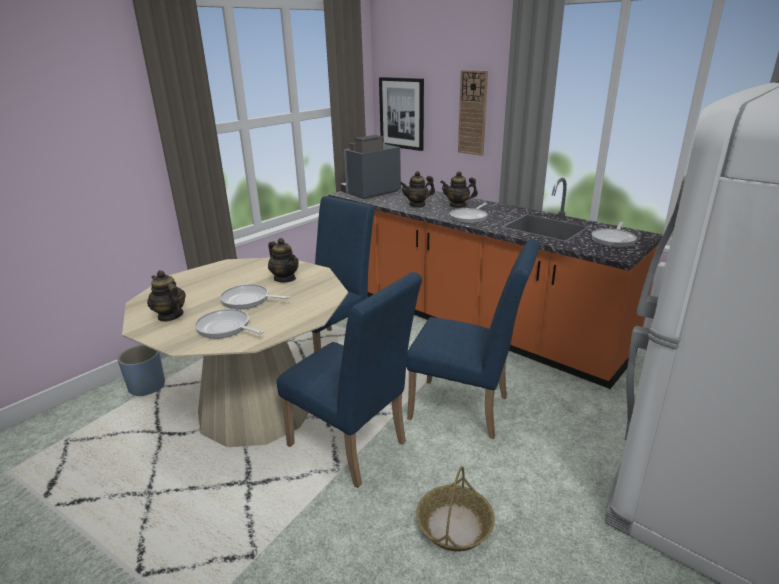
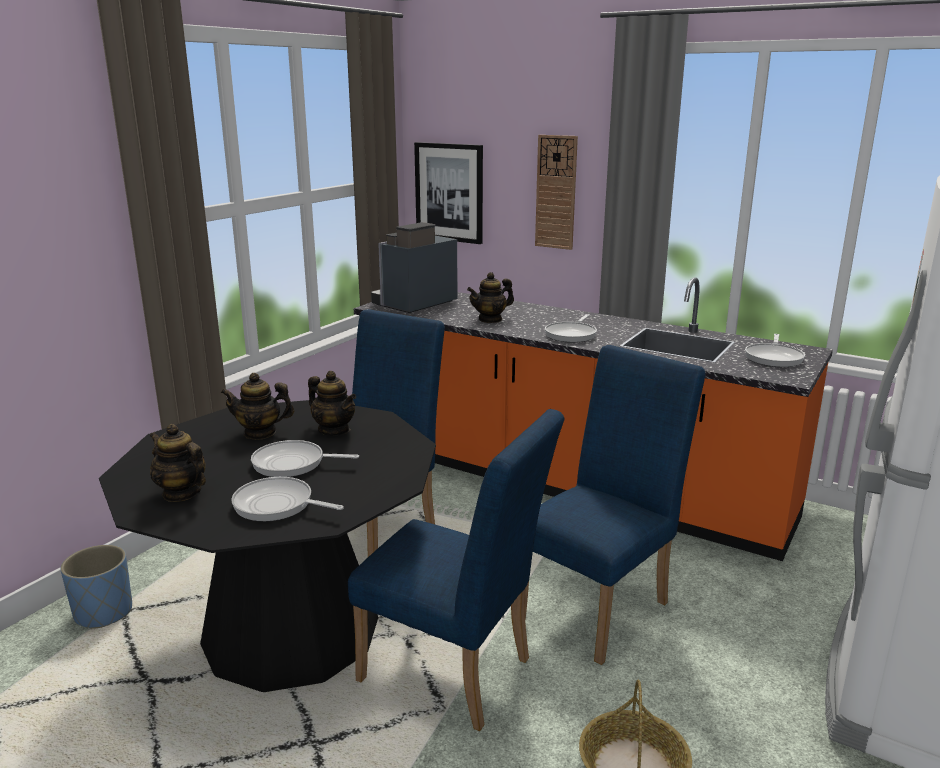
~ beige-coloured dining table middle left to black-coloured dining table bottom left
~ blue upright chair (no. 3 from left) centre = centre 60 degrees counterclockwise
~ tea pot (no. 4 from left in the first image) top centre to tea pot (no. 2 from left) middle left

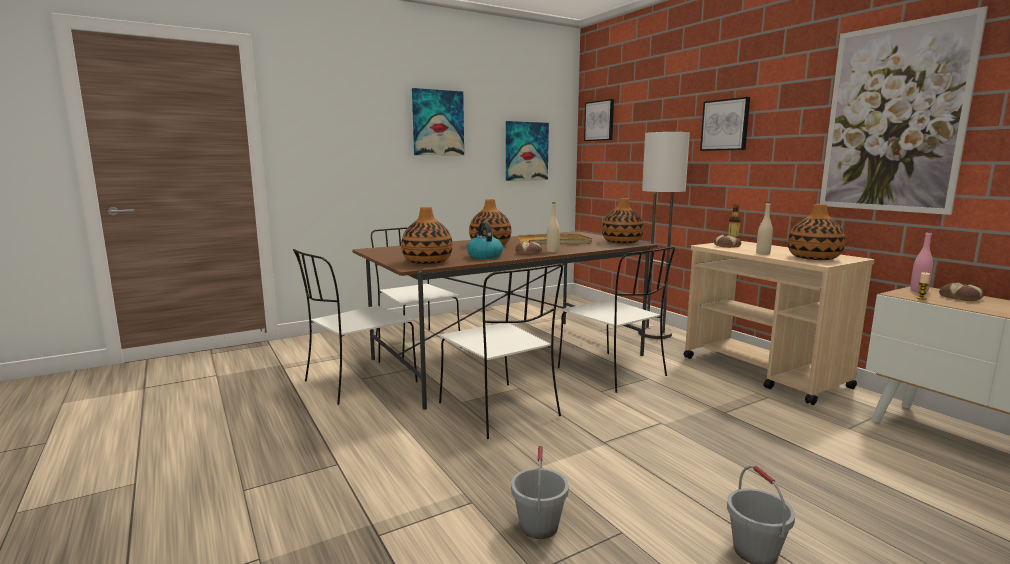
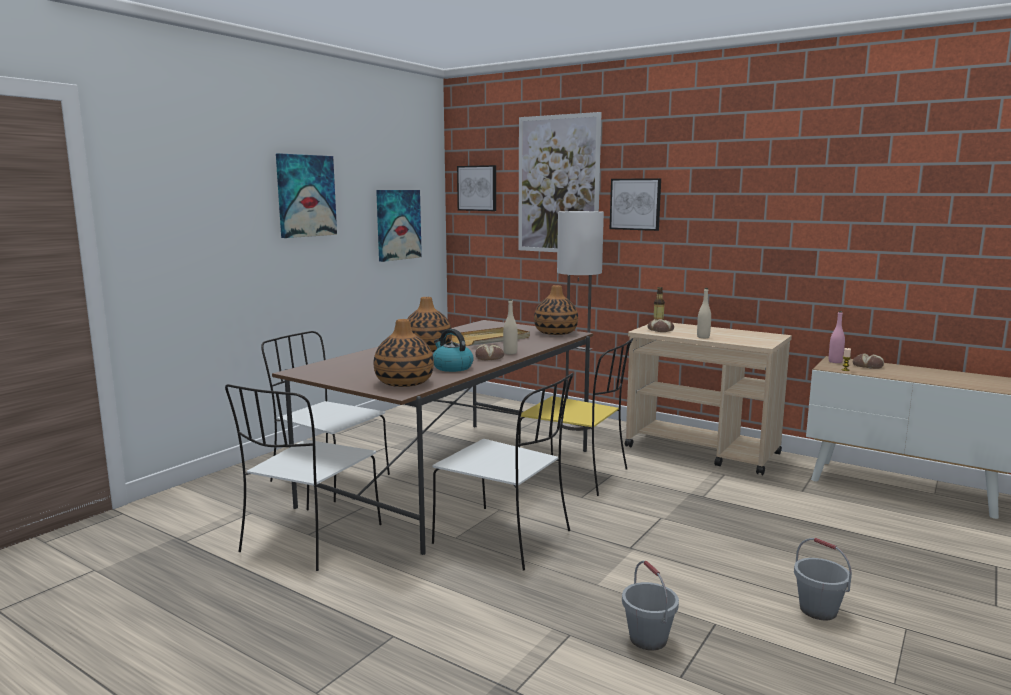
~ white-coloured upright chair (no. 4 from left) centre to yellow upright chair centre
- flower vase (no. 4 from left) middle right
~ wall picture (no. 5 from left in the first image) top right to wall picture (no. 4 from left) top centre

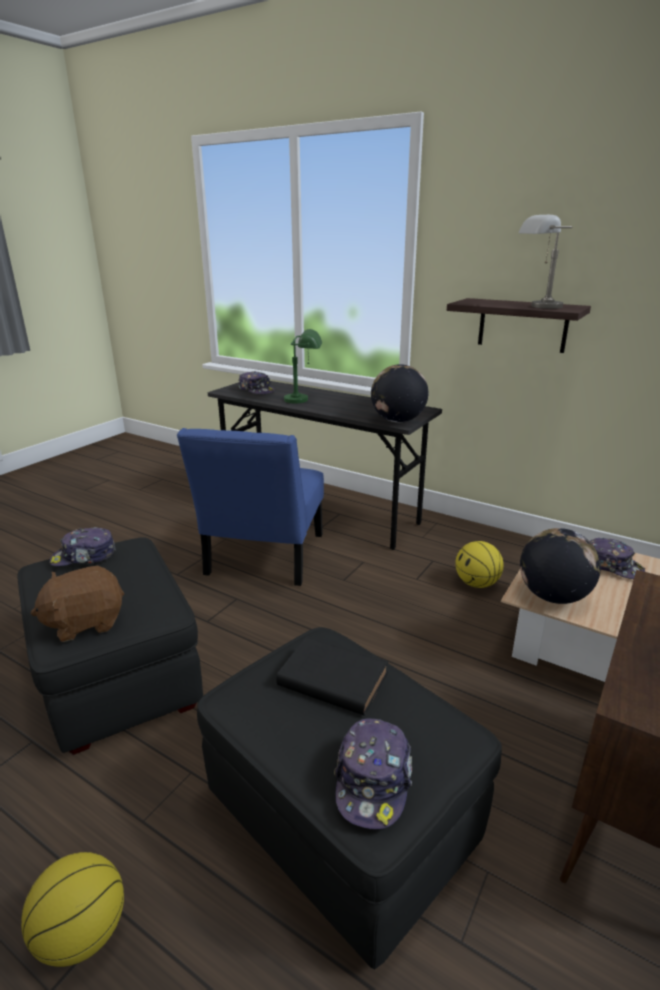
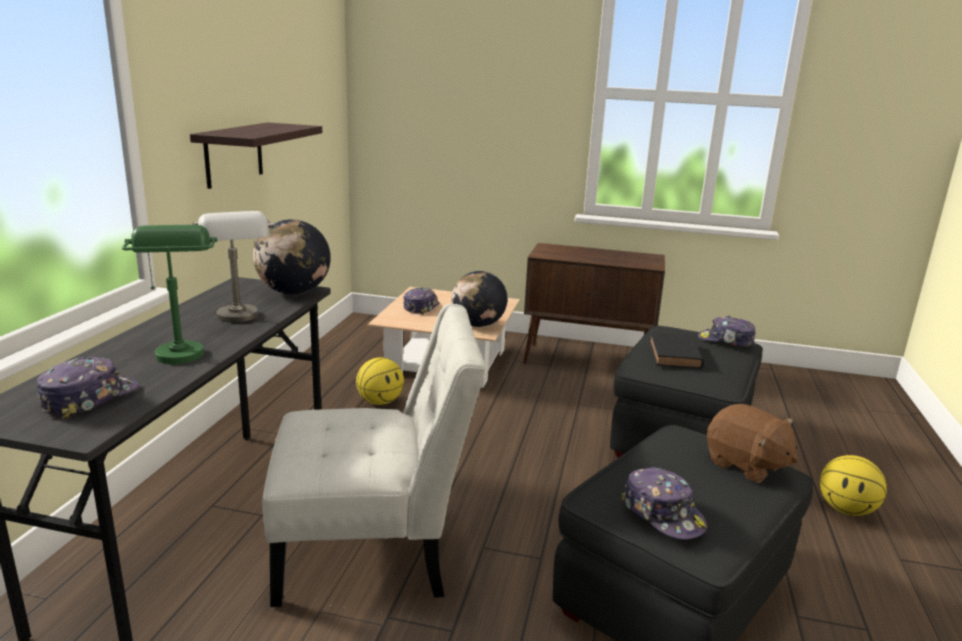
~ blue upright chair centre to white-coloured upright chair bottom centre
~ baseball cap (no. 3 from left in the first image) bottom centre = middle right 150 degrees counterclockwise
~ greyish table lamp top right to middle left

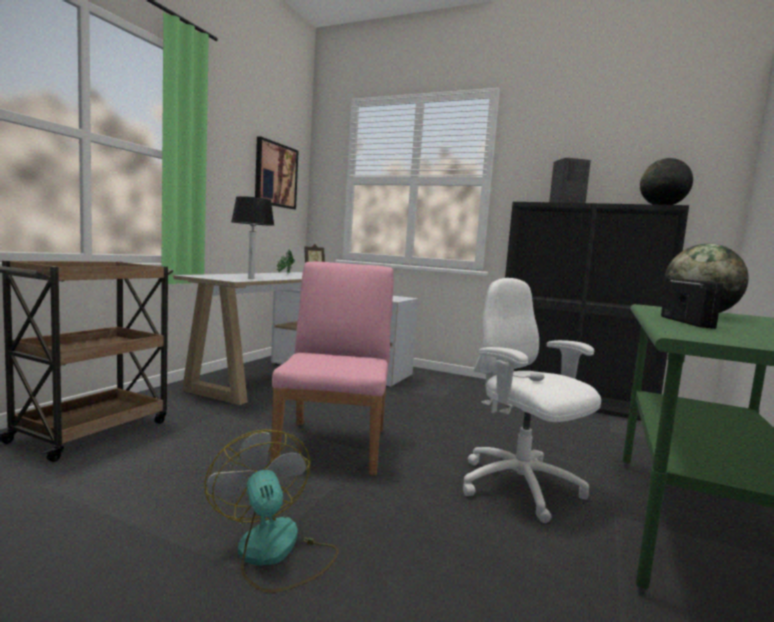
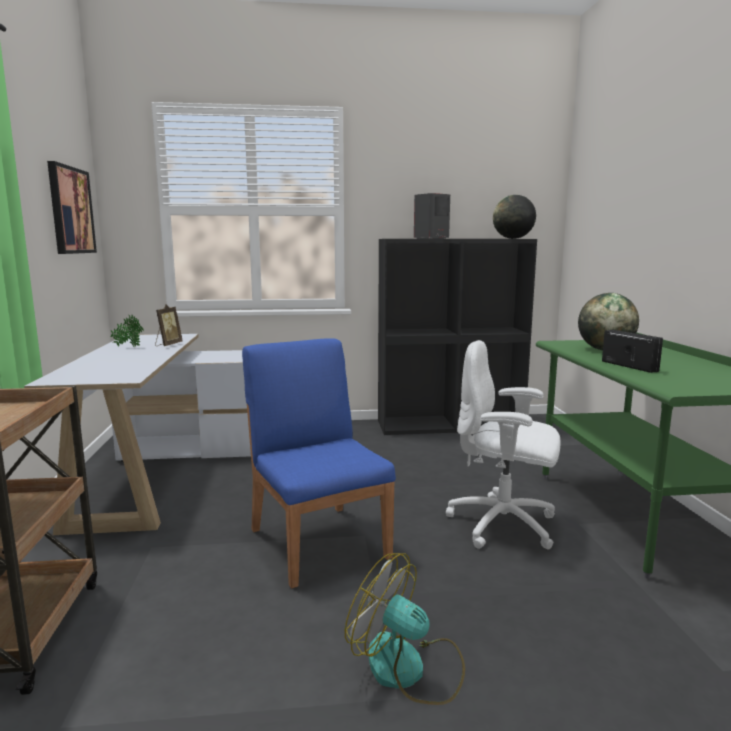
- table lamp middle left
~ pink-coloured upright chair centre to blue upright chair centre

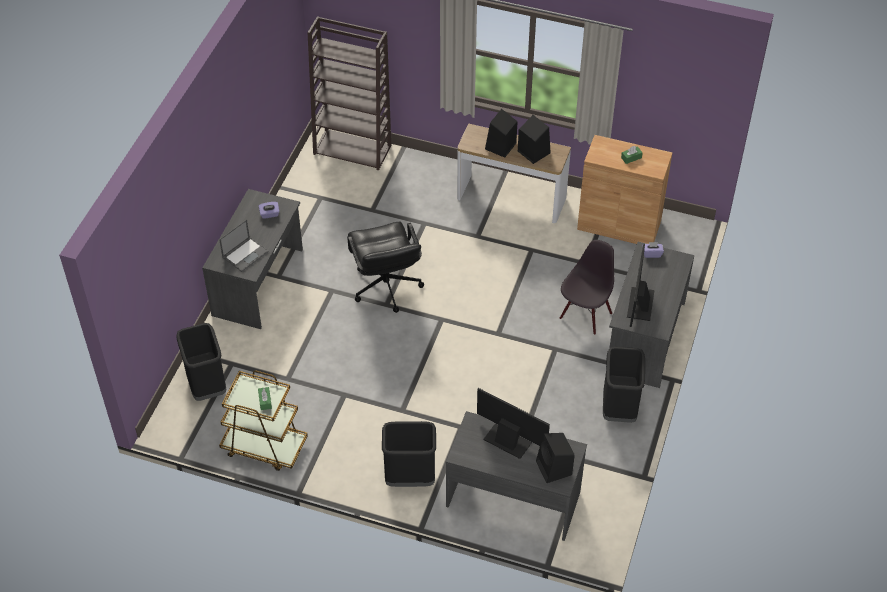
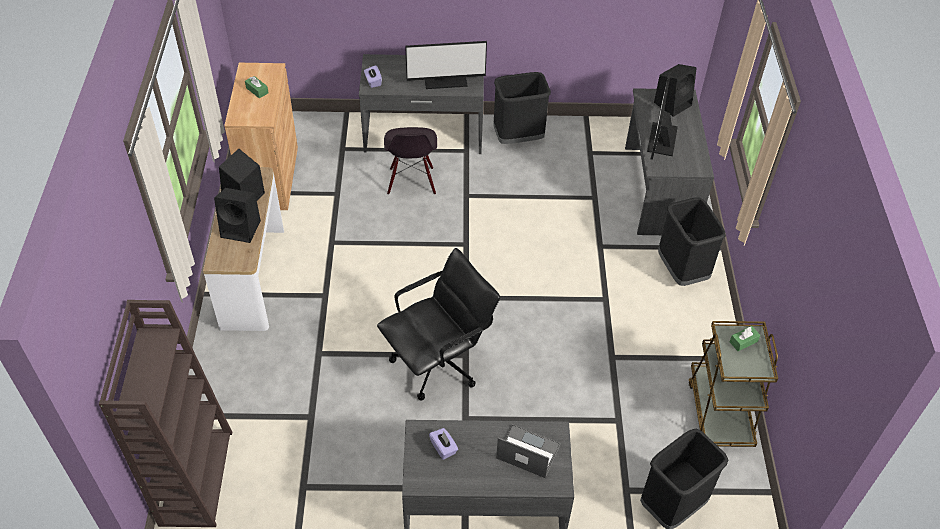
~ black-coloured upright chair centre = top centre 105 degrees counterclockwise

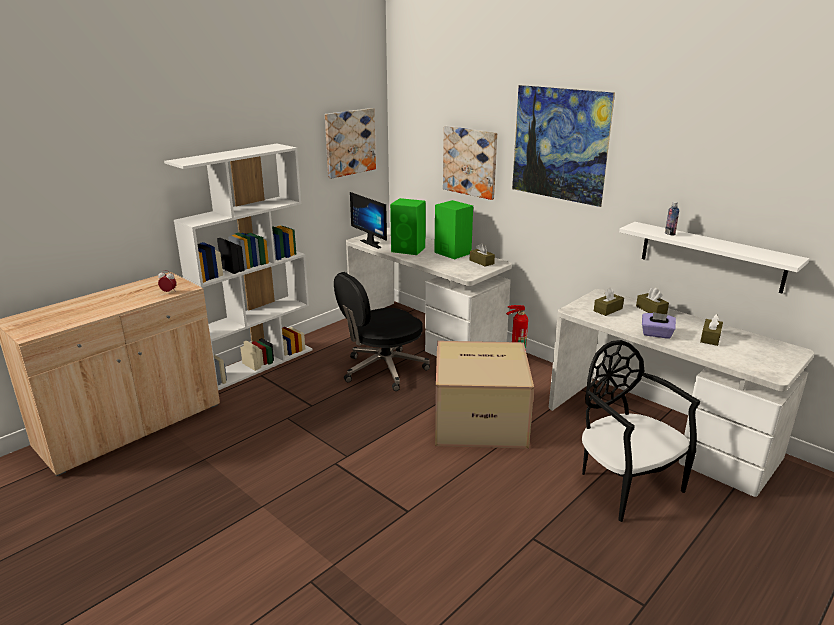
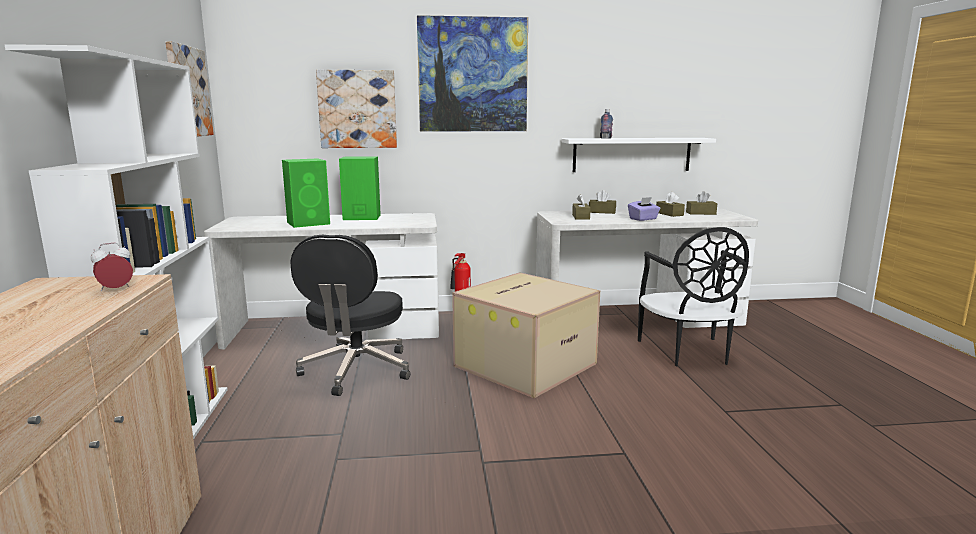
- monitor centre
~ brown-coloured box of tissues (no. 1 from left in the first image) centre to brown-coloured box of tissues (no. 4 from left) middle right
~ black-coloured upright chair bottom right = middle right 105 degrees counterclockwise

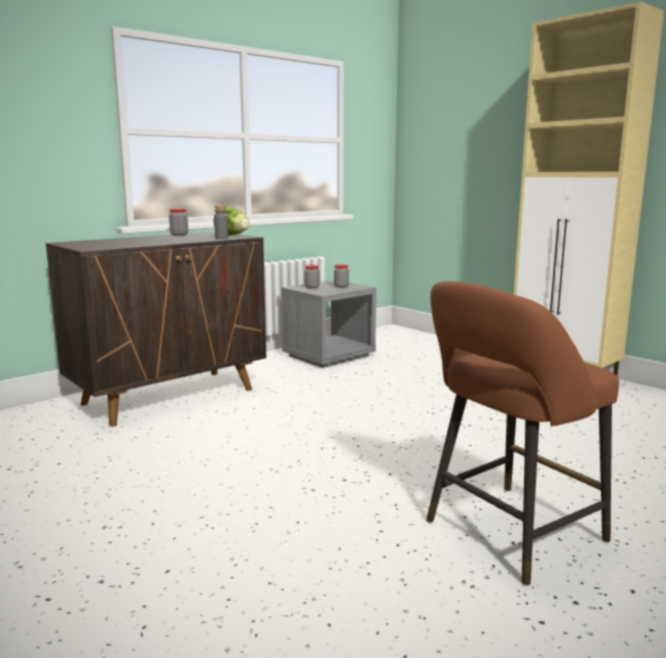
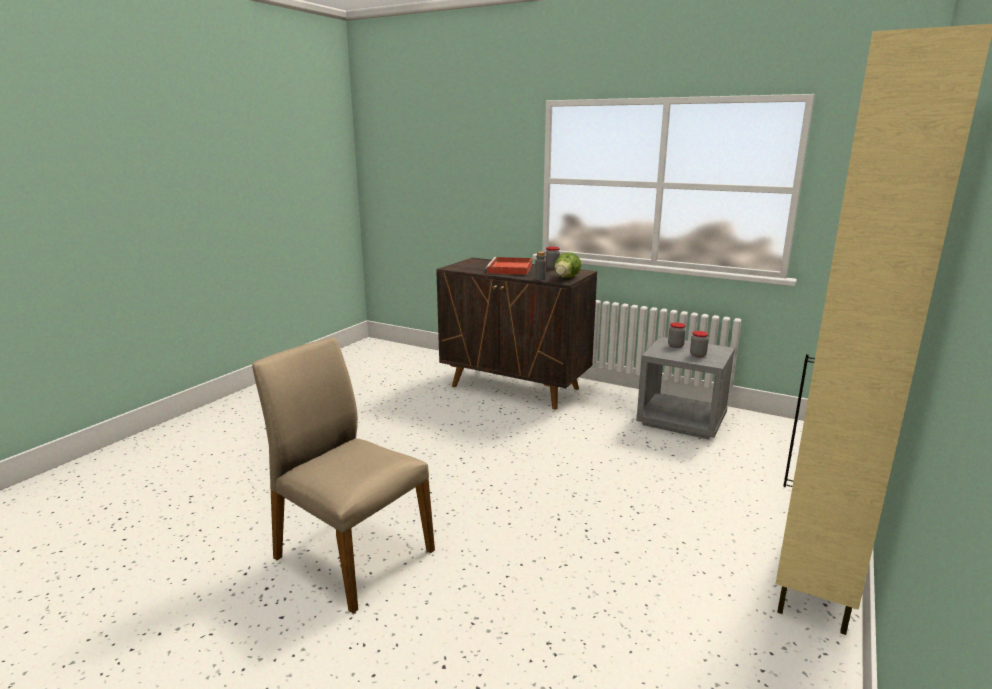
~ brown-coloured stool middle right to beige-coloured upright chair bottom centre
+ red carrying tray centre

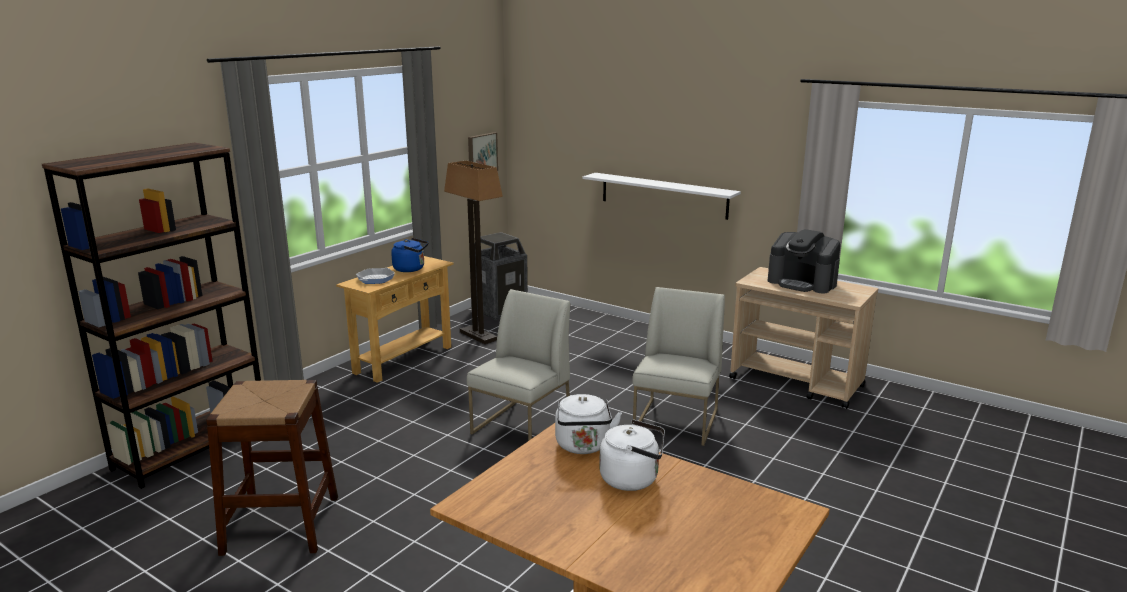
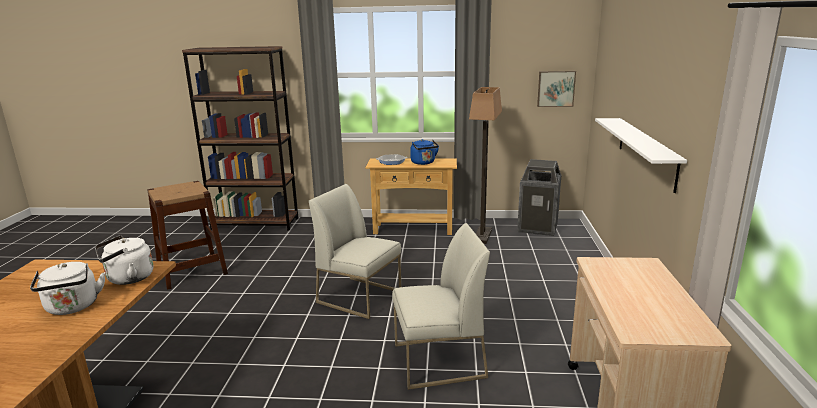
~ white-coloured upright chair (no. 1 from left) centre = centre 150 degrees counterclockwise
- coffee brewer middle right

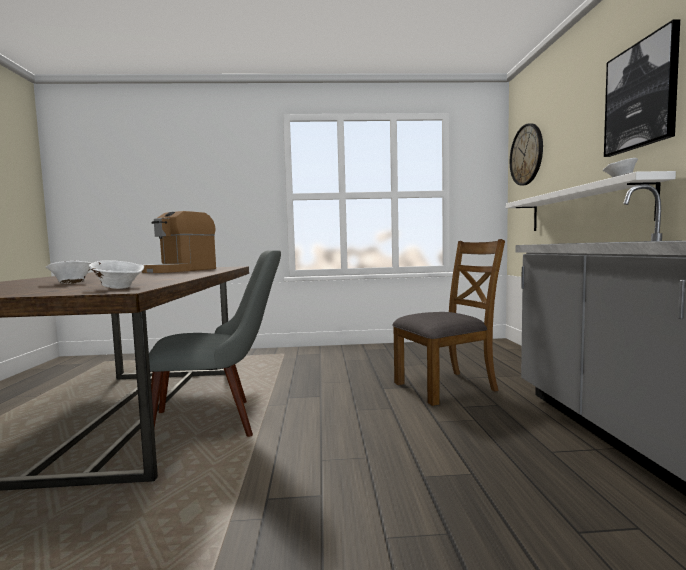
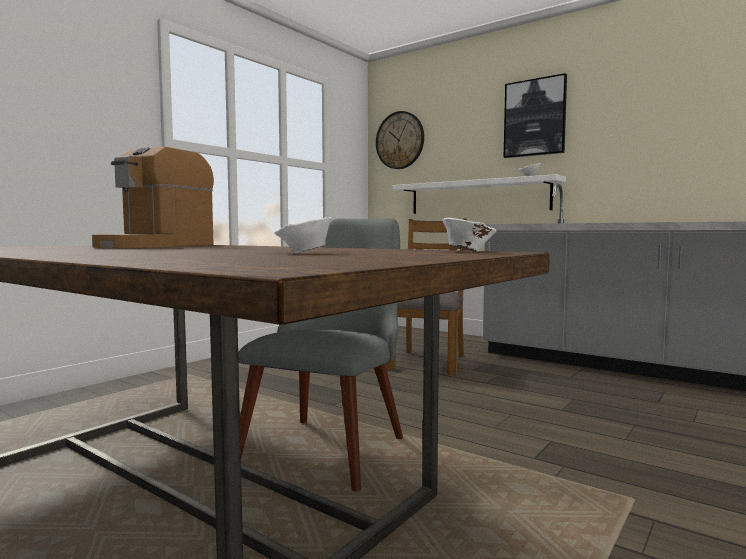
~ coffee brewer middle left = middle left 45 degrees clockwise

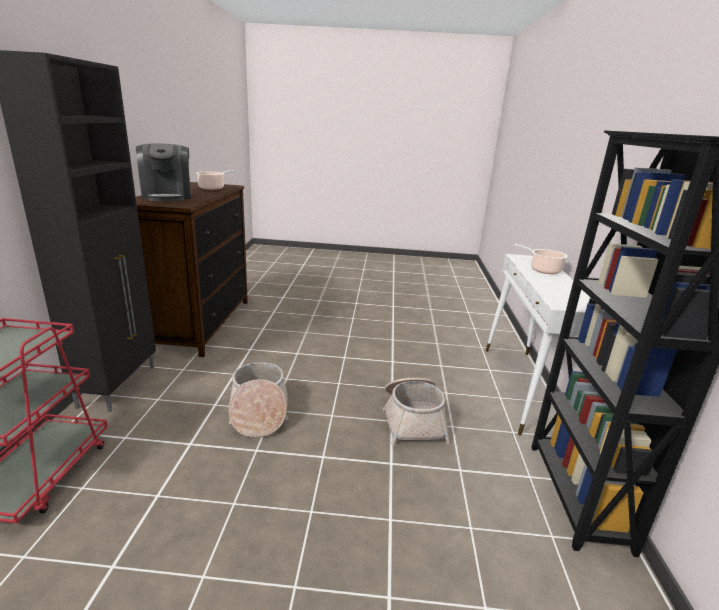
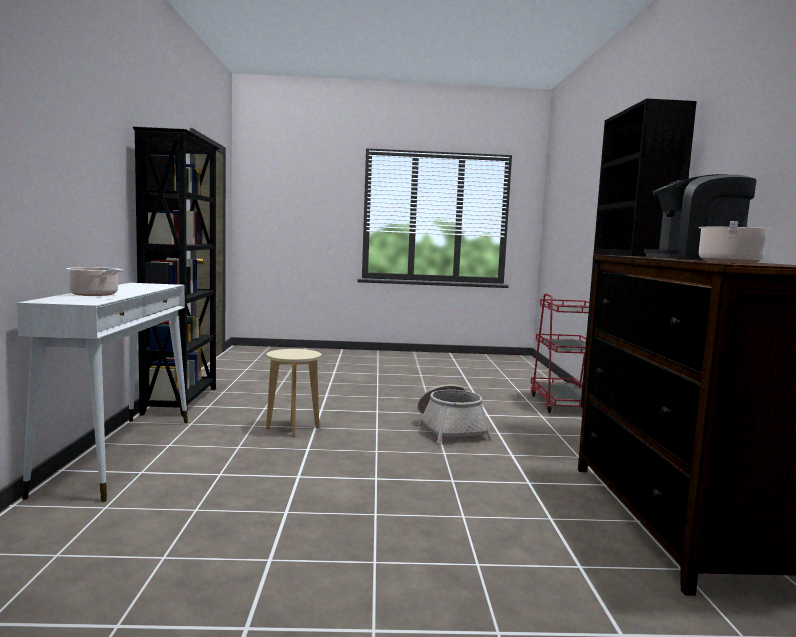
~ coffee brewer top left = middle right 60 degrees counterclockwise
~ household basket (no. 2 from left) bottom centre to beige-coloured stool centre

